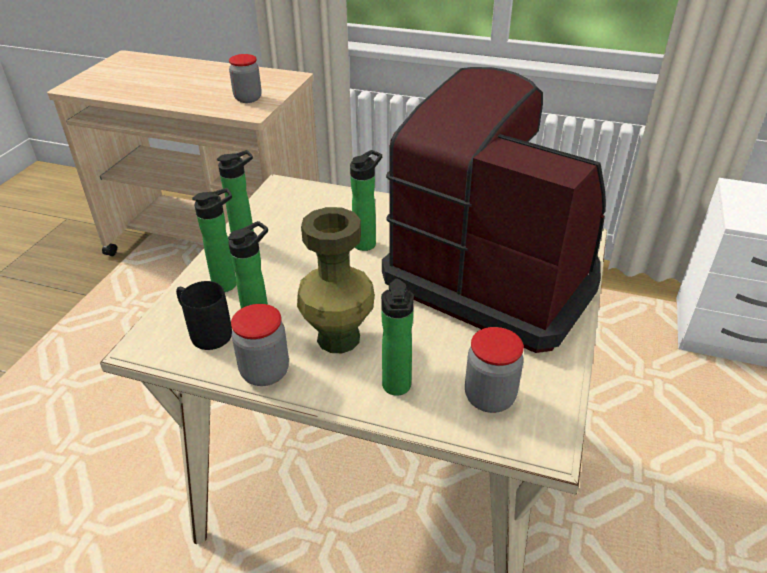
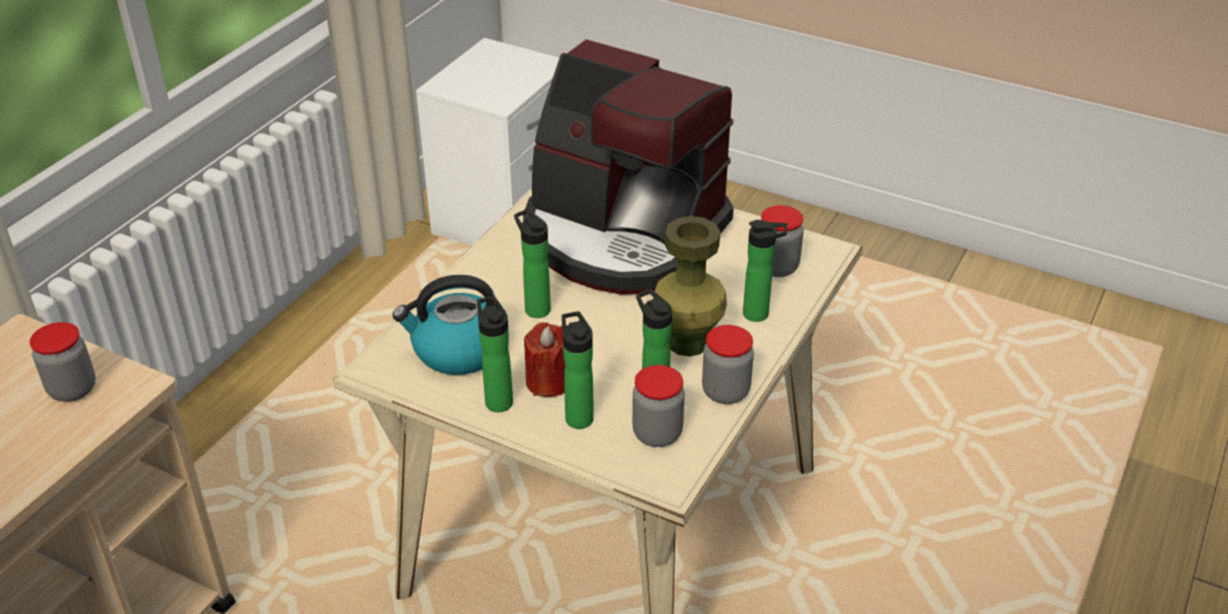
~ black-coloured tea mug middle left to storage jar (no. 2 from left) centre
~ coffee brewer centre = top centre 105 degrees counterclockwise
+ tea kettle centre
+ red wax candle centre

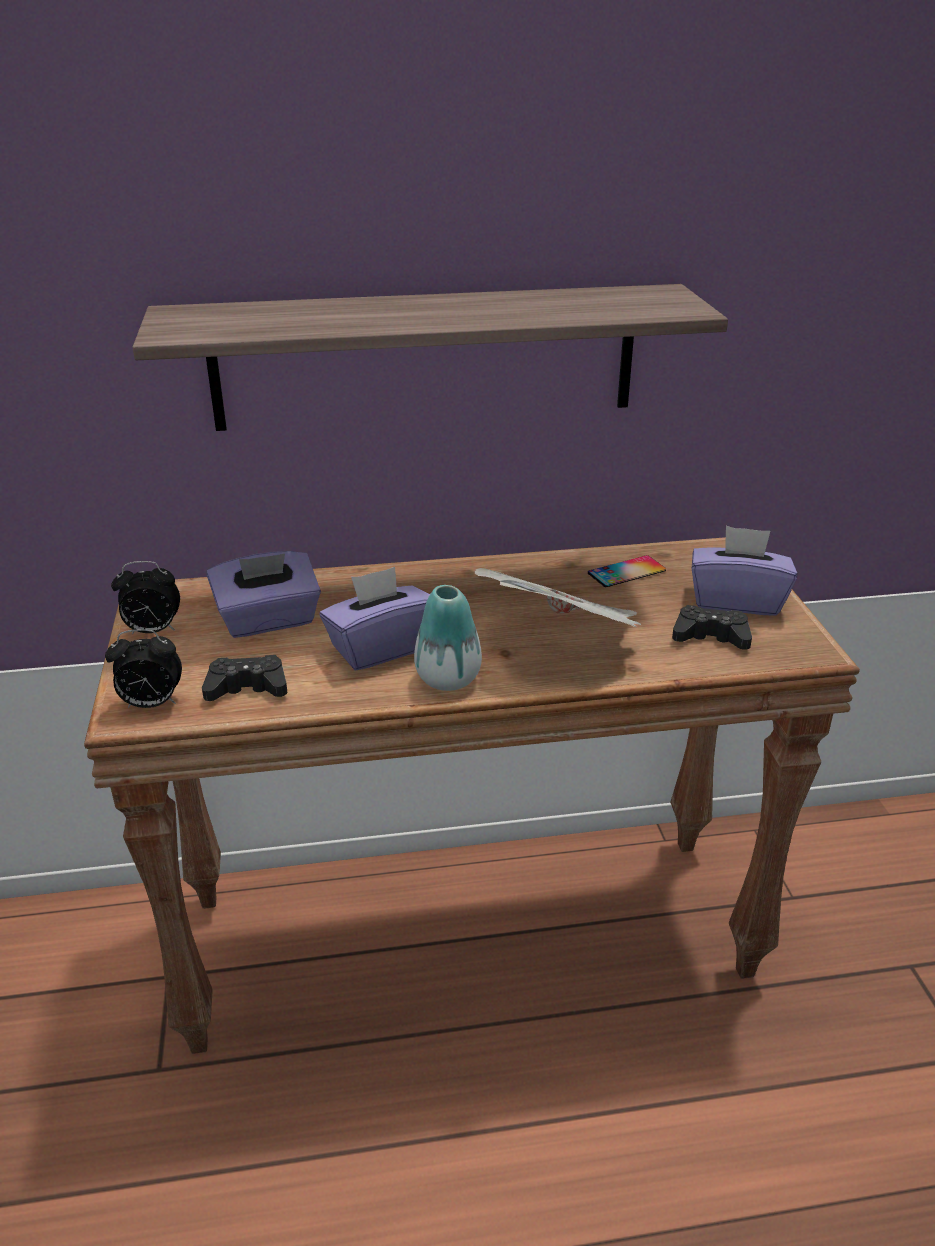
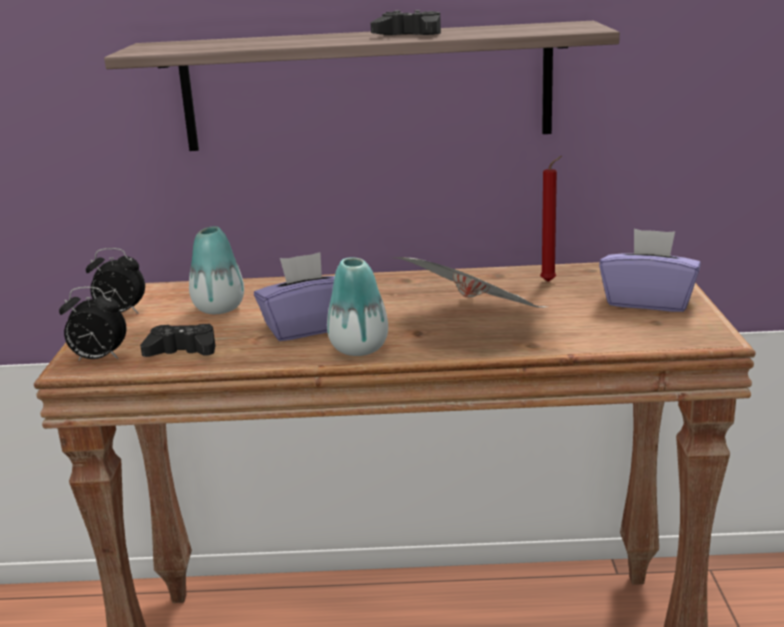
~ purple-coloured box of tissues (no. 1 from left) middle left to flower vase (no. 1 from left) middle left
~ handset middle right to red wax candle middle right
~ black-coloured joypad (no. 2 from left) middle right to top centre

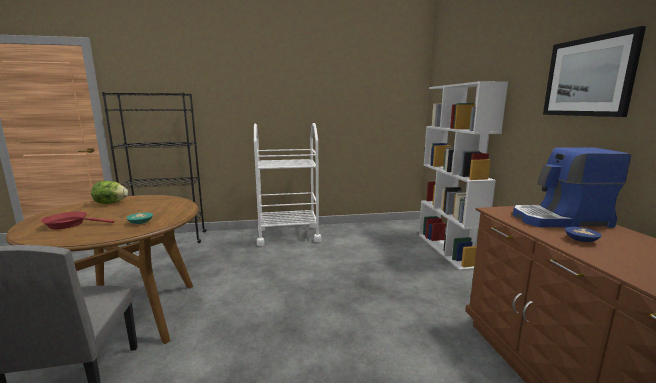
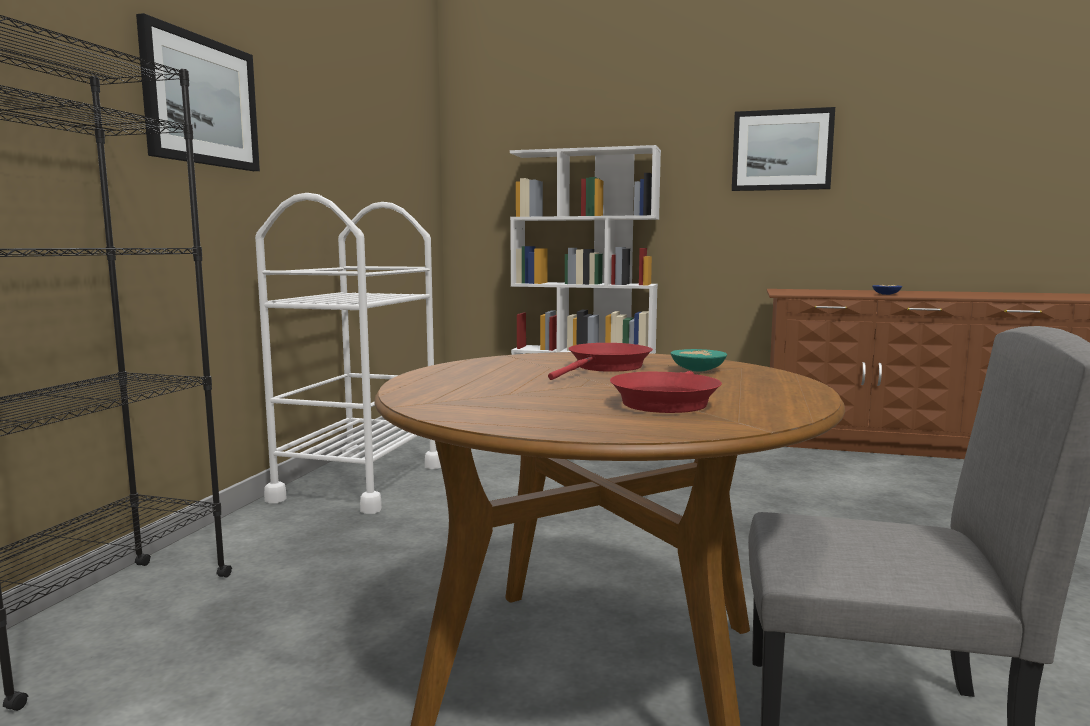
- head of lettuce middle left
- coffee brewer middle right
+ wall picture (no. 1 from left) top left
+ red skillet (no. 1 from left) centre

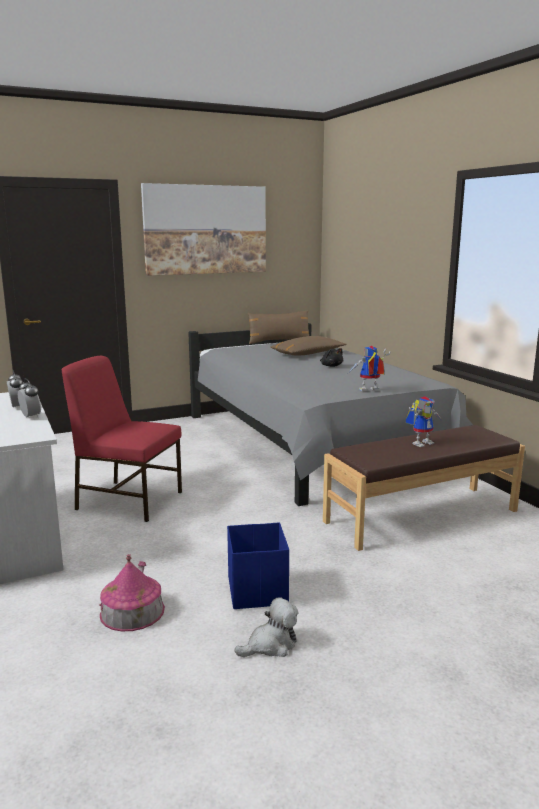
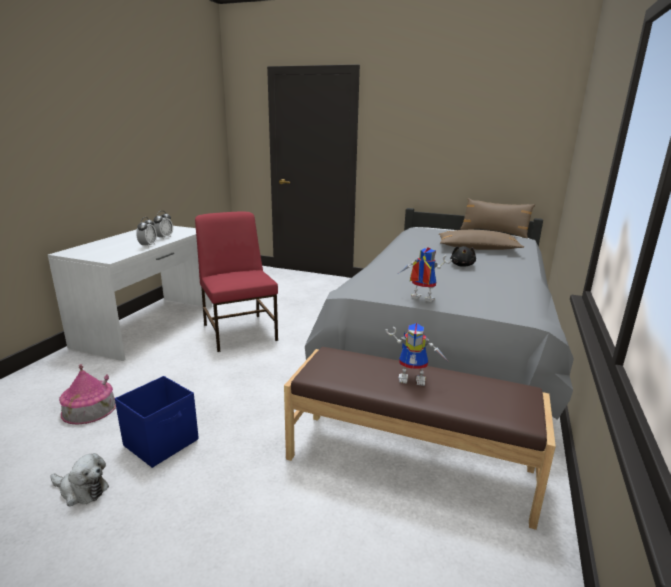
- wall picture top centre

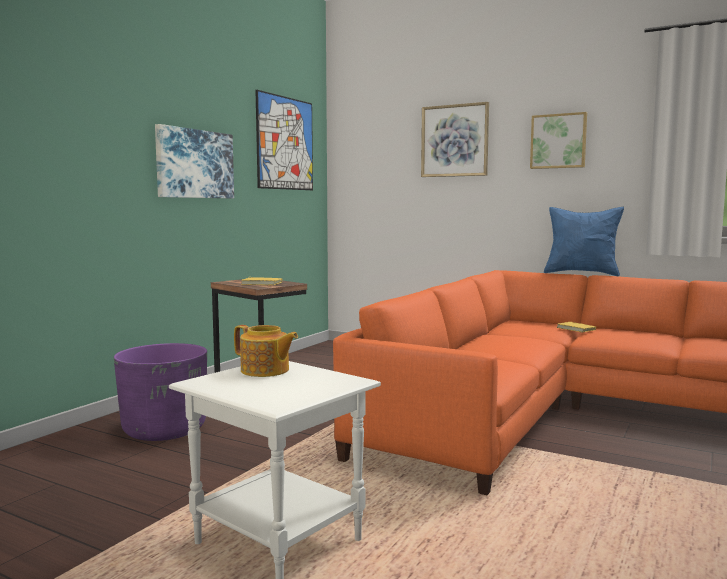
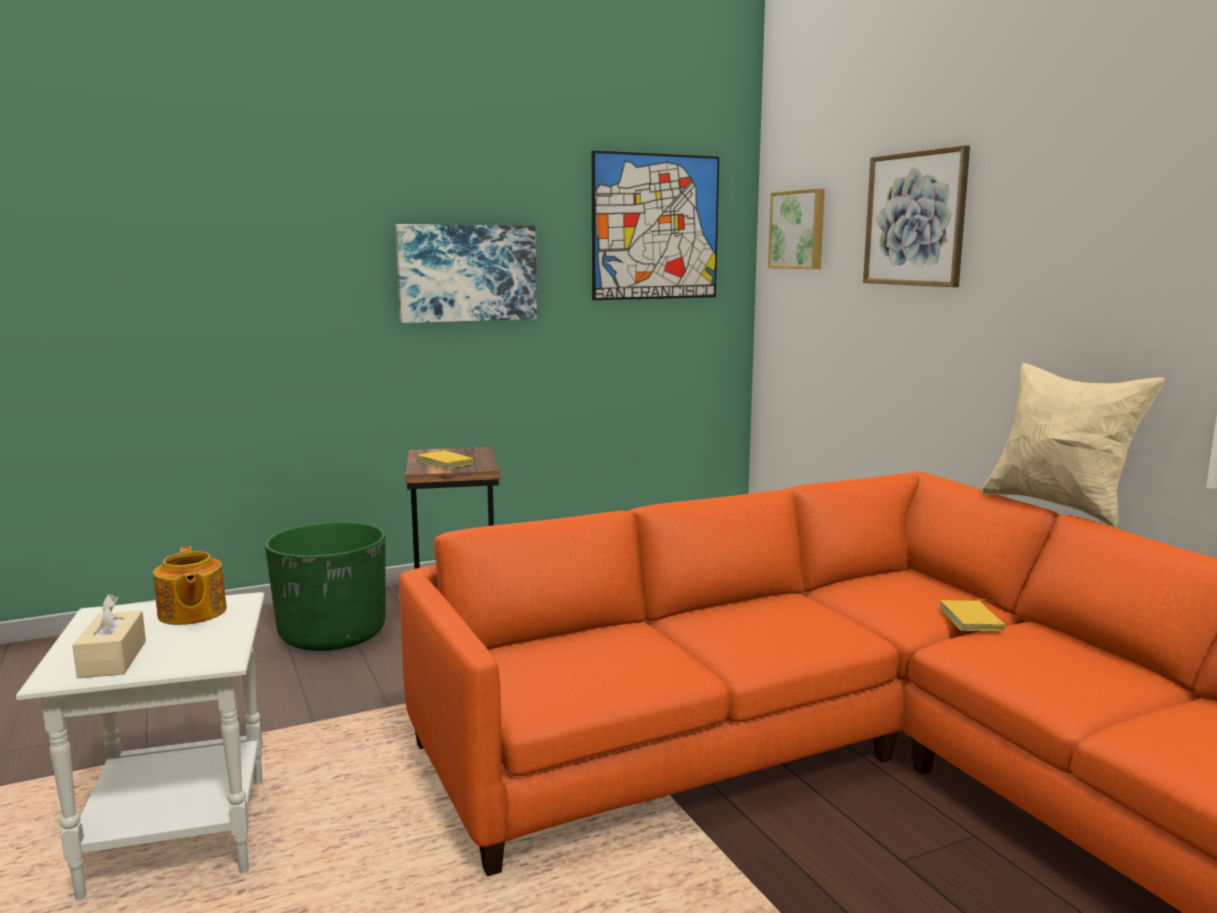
~ purple-coloured plant pot bottom left to green-coloured plant pot middle left
~ wall picture (no. 4 from left in the first image) top right to wall picture (no. 3 from left) top centre
~ blue cushion middle right to beige-coloured cushion middle right
+ beige-coloured box of tissues bottom left

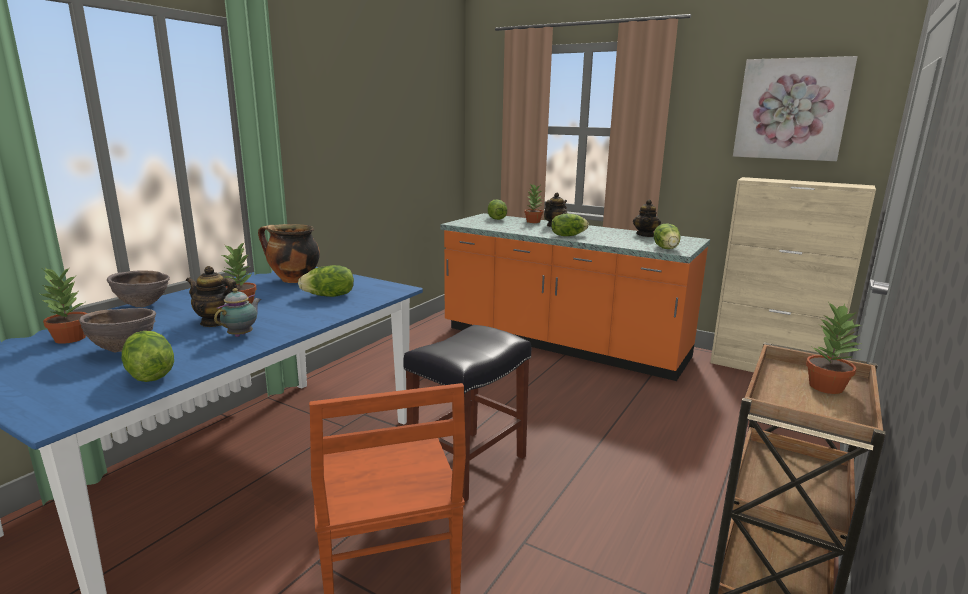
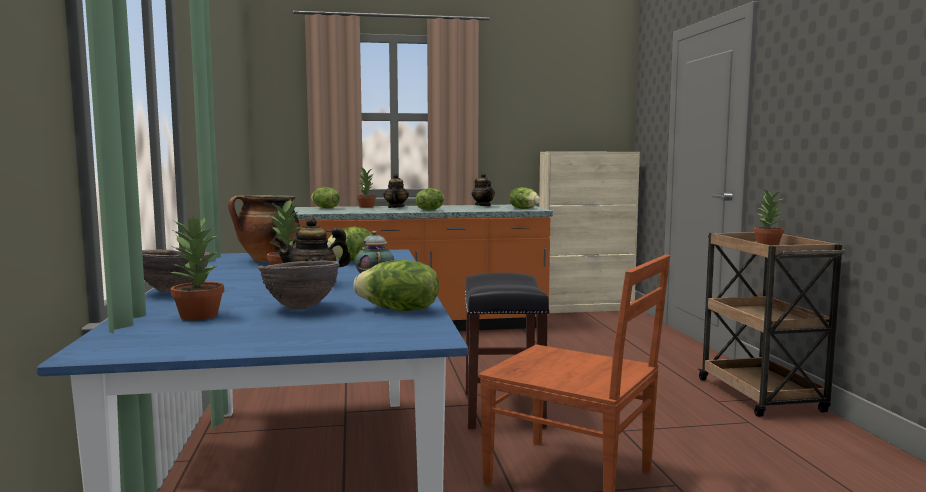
- wall picture top right

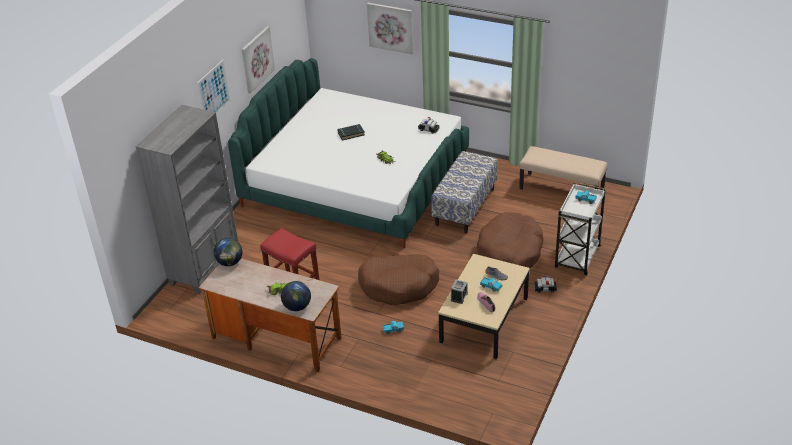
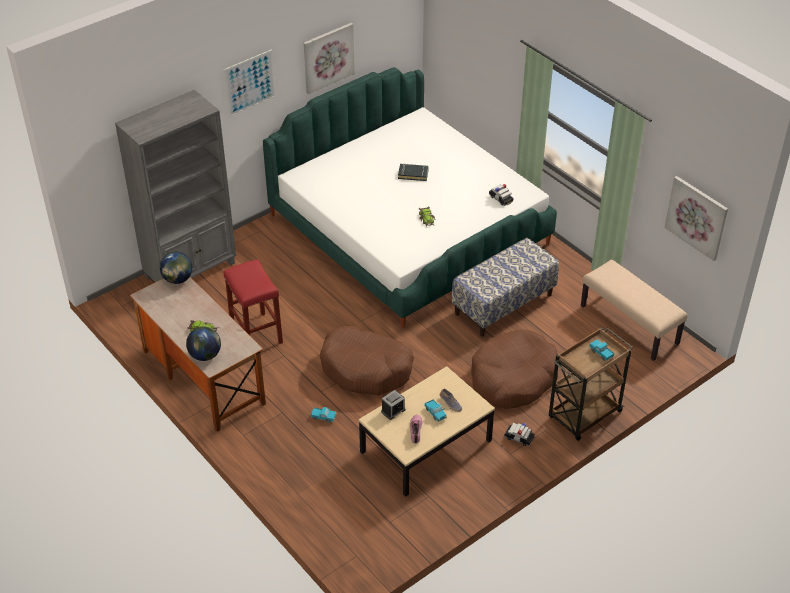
~ wall picture (no. 3 from left) top centre to middle right
~ white-coloured cart middle right to brown-coloured cart middle right

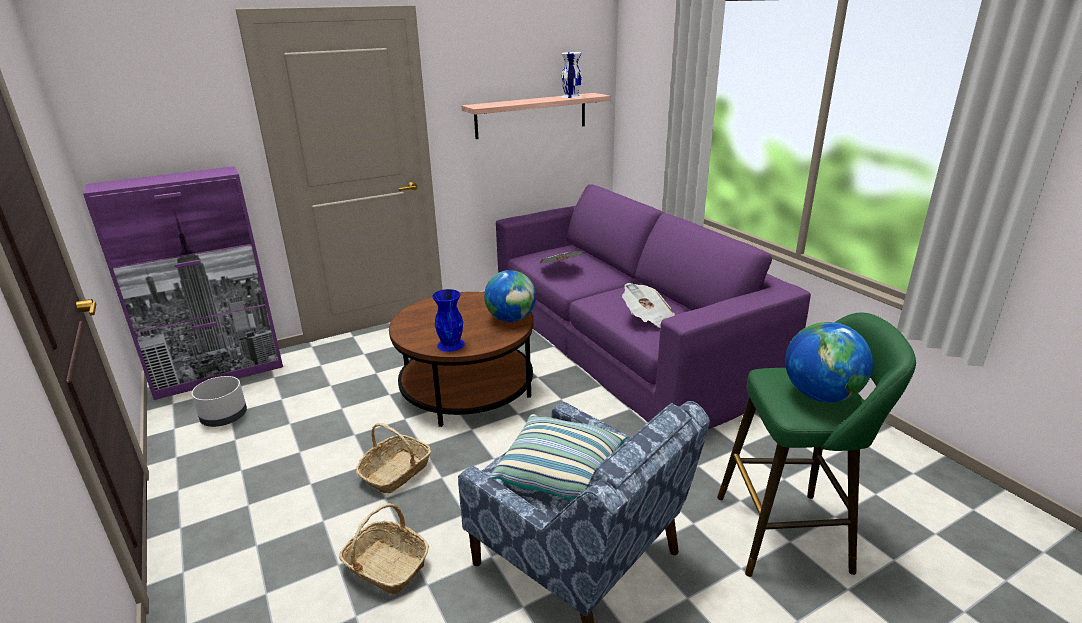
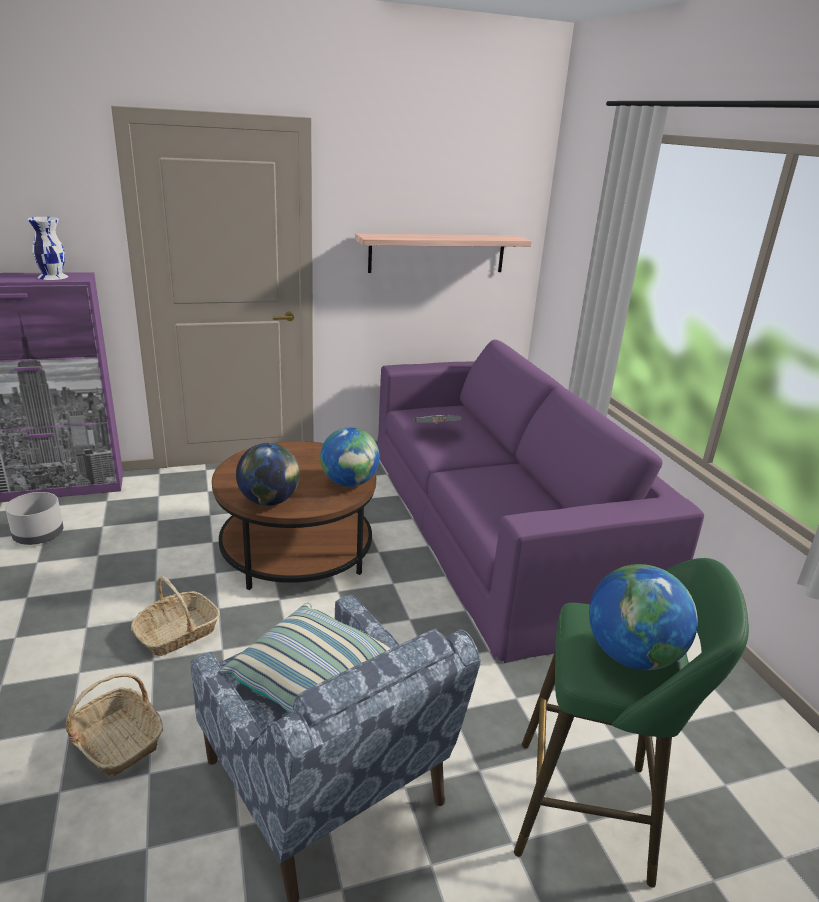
~ blue flower vase centre to globe (no. 1 from left) middle left
~ white-coloured flower vase top centre to top left
- printed paper (no. 2 from left) centre

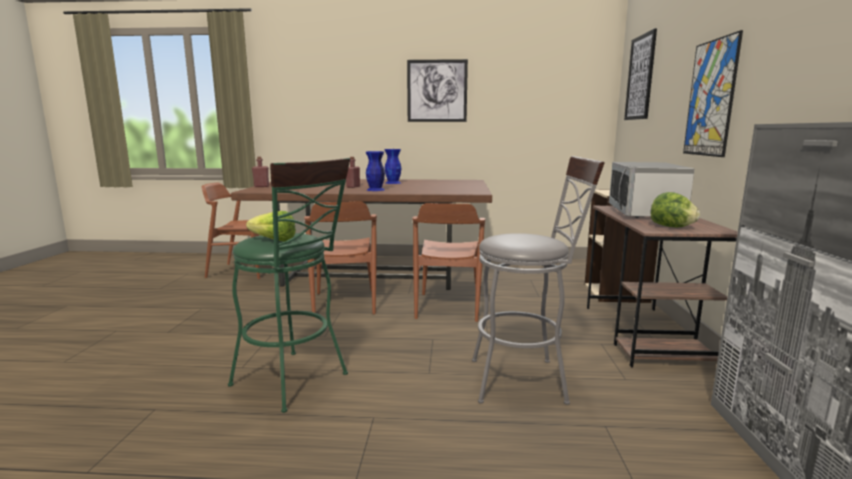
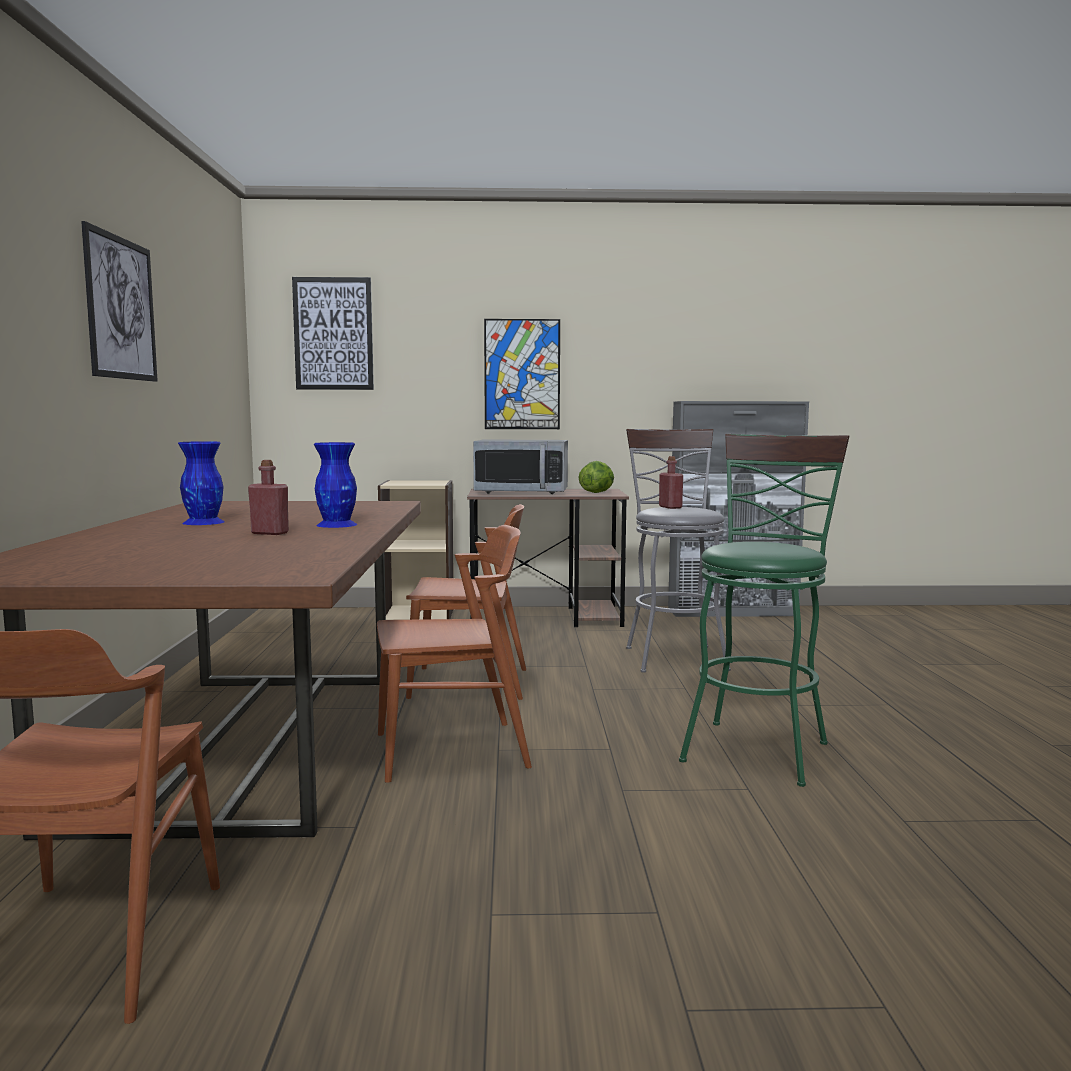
- head of lettuce (no. 1 from left) middle left
~ red beverage bottle (no. 1 from left in the first image) middle left to red beverage bottle (no. 2 from left) centre

